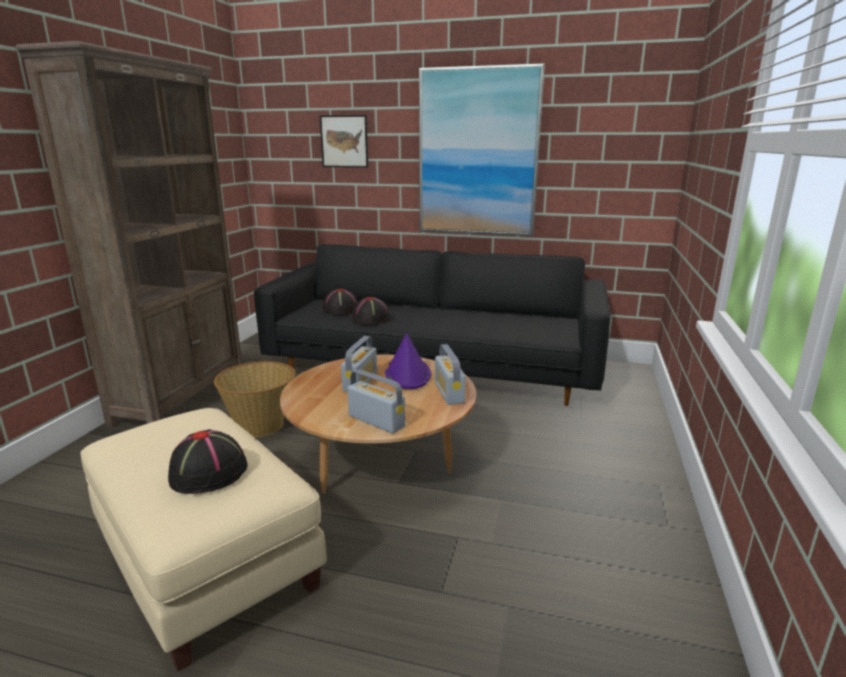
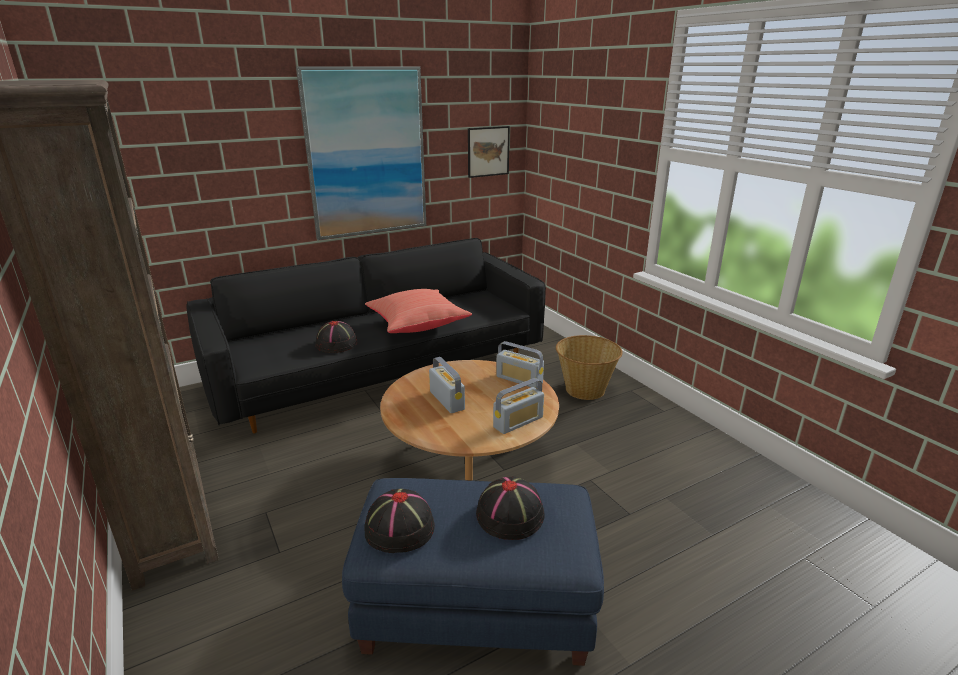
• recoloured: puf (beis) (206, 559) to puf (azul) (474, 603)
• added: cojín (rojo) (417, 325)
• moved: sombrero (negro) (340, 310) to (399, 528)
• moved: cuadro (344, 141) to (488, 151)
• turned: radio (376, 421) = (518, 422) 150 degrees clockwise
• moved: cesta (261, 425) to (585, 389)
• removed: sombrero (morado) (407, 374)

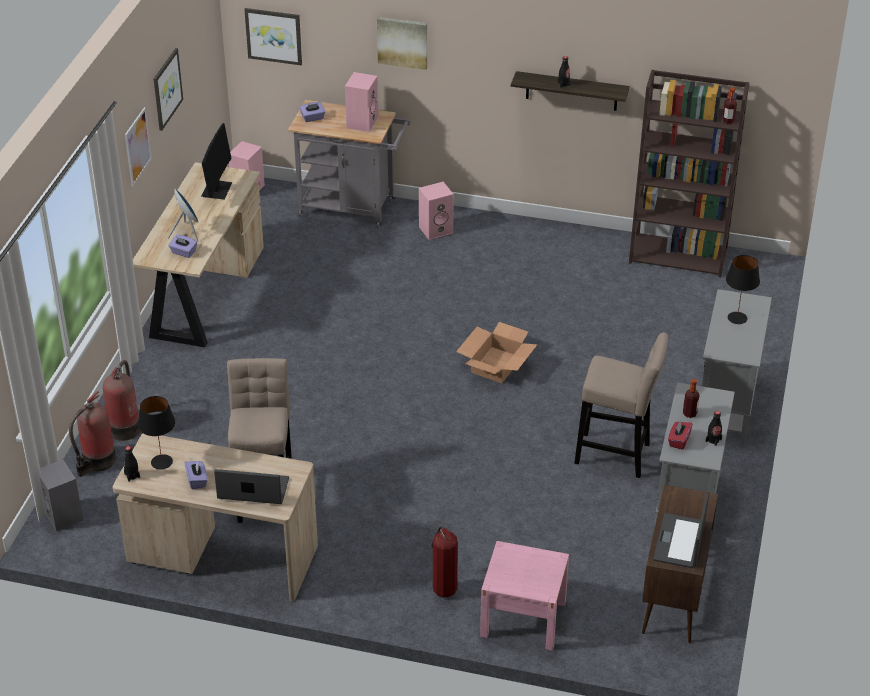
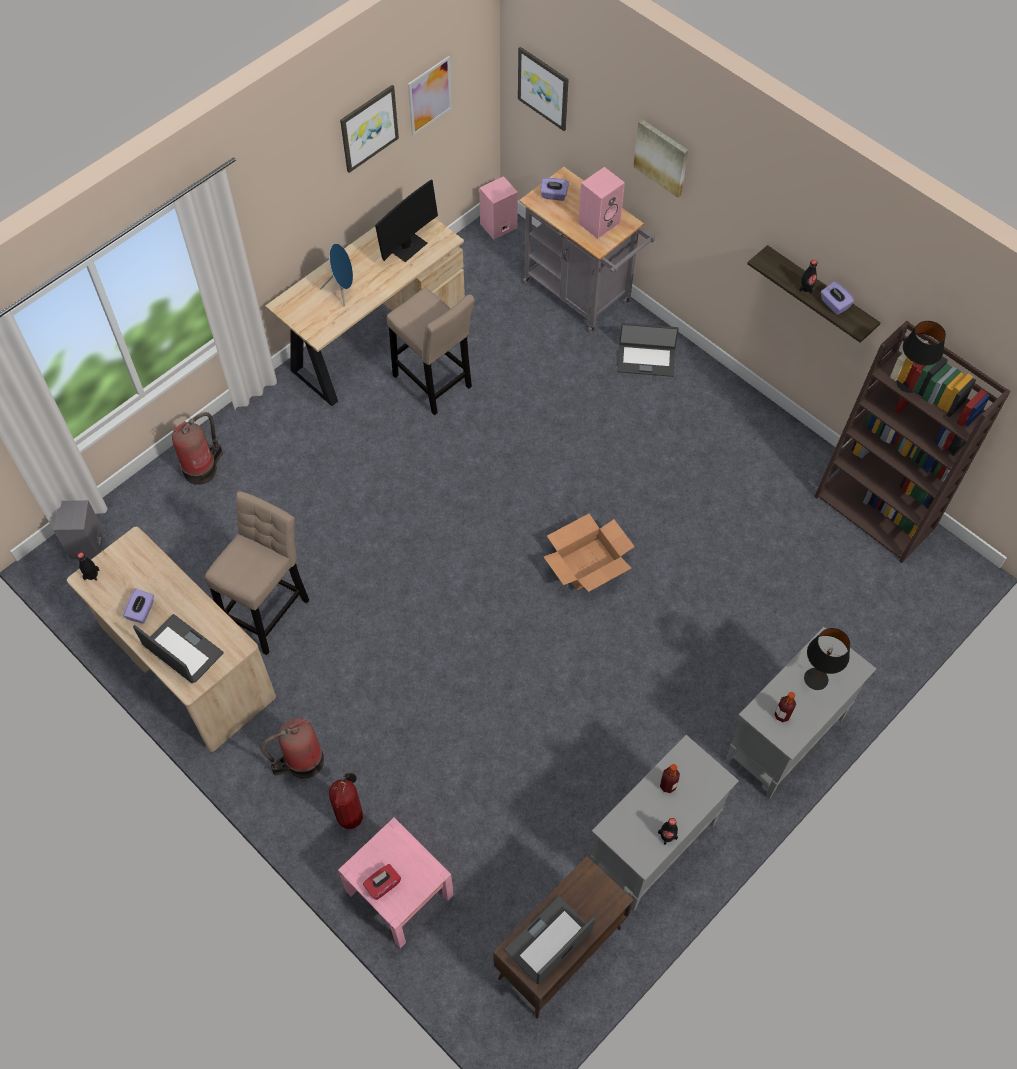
• moved: extintor (97, 461) to (301, 762)
• moved: caja de pañuelos (rojo) (679, 441) to (382, 885)
• moved: taburete (beis) (617, 455) to (434, 385)
• moved: cuadro (137, 146) to (429, 96)
• replaced: altavoz (rosa) (436, 229) to portátil (646, 360)
• moved: botella (728, 121) to (782, 715)
• moved: caja de pañuelos (morado) (183, 252) to (834, 304)
• moved: lámpara de mesa (negro) (162, 462) to (908, 383)

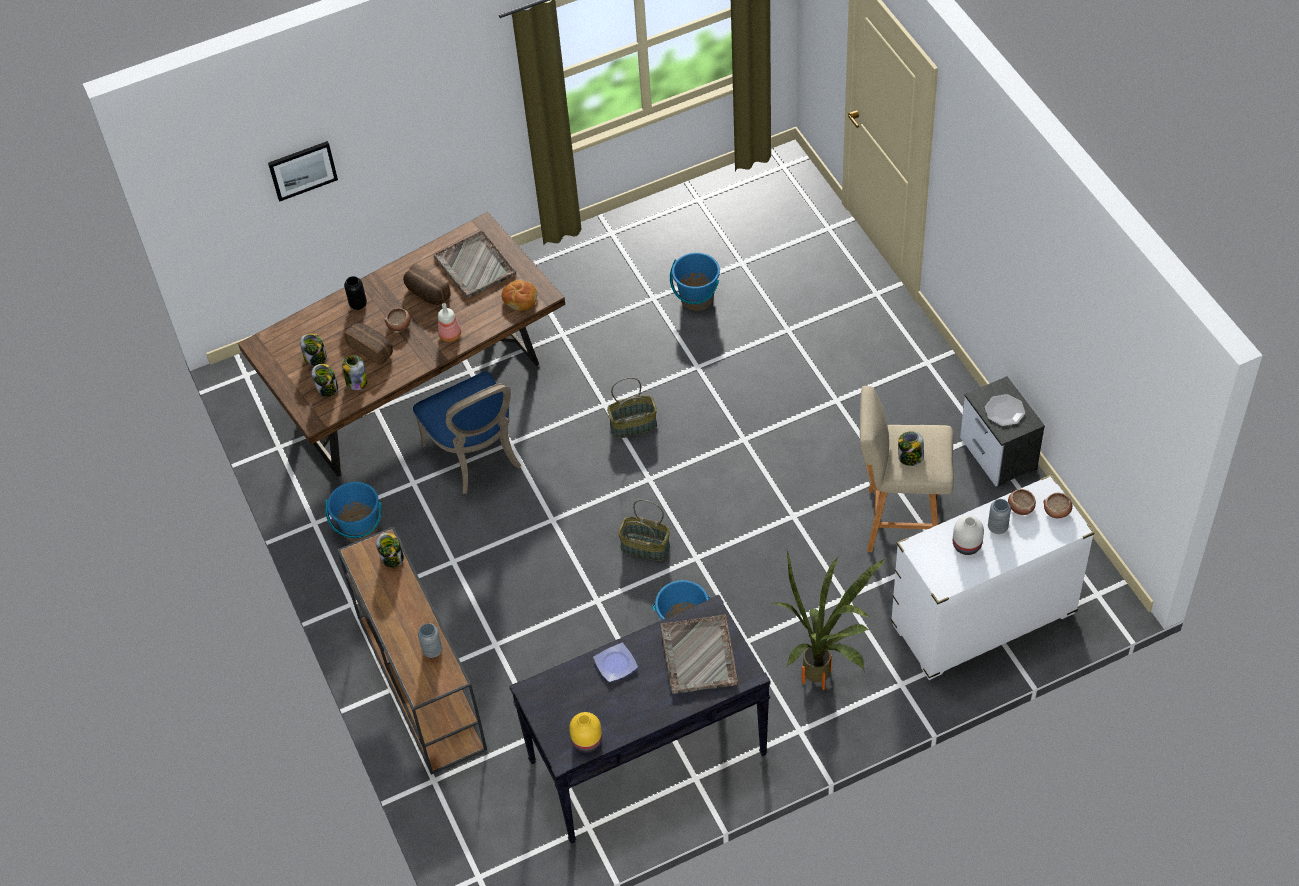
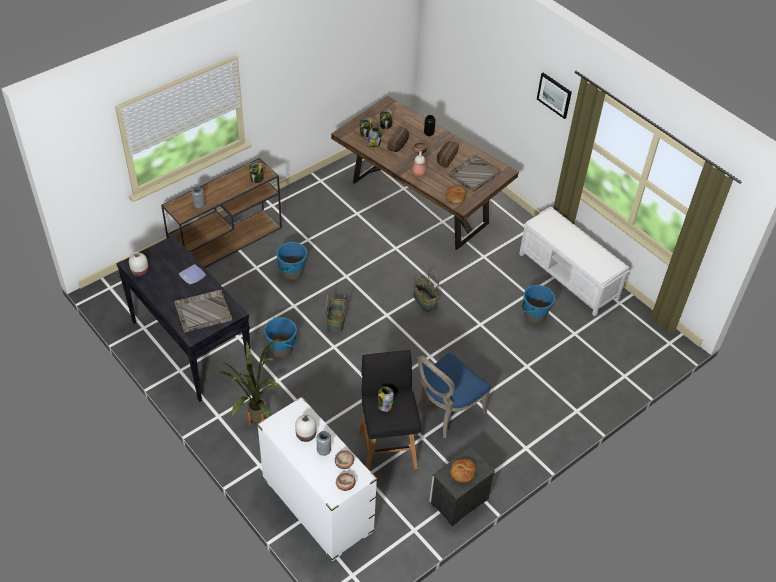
• recoloured: florero (amarillo) (587, 742) to florero (blanco) (139, 272)
• moved: cubo (azul) (360, 529) to (292, 272)
• recoloured: taburete (beis) (900, 521) to taburete (negro) (387, 448)
• moved: silla (azul) (476, 456) to (446, 411)
• replaced: plato (1004, 411) to pan (462, 472)
• added: banco (blanco) (569, 277)
• moved: cuadro (302, 170) to (554, 95)

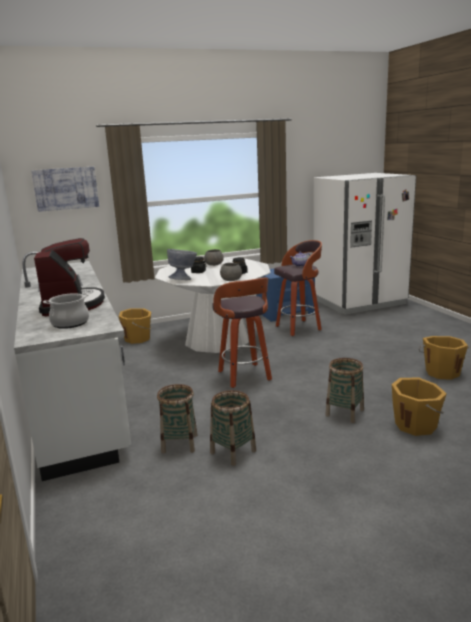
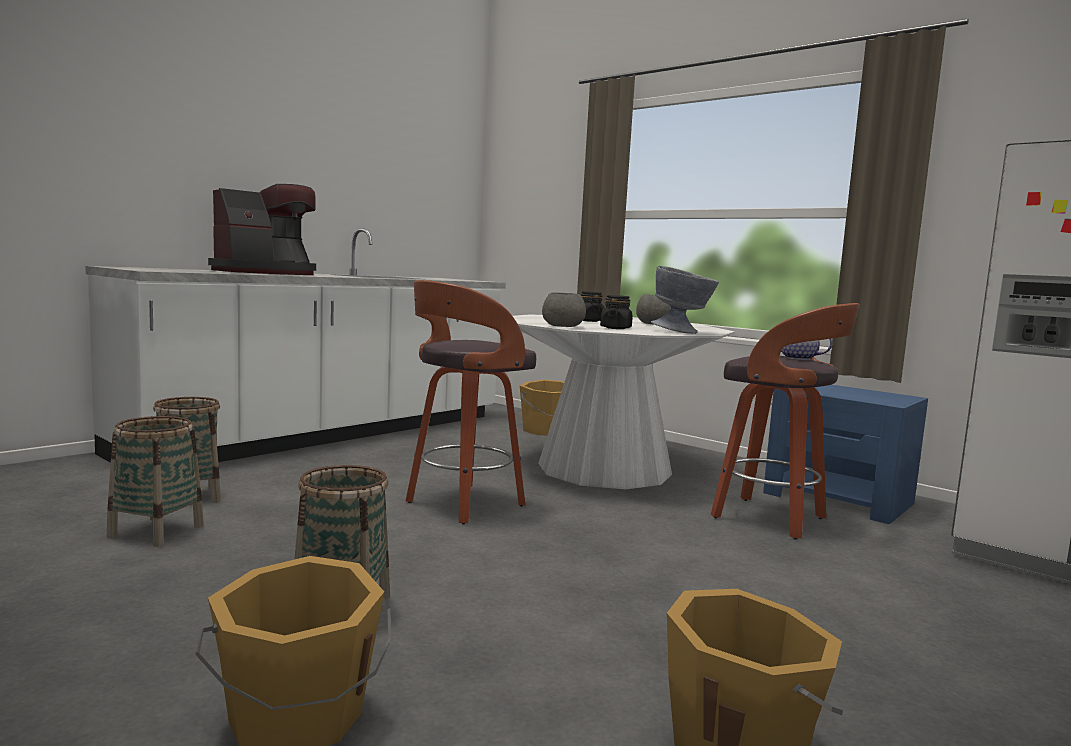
• moved: cuenco (gris) (184, 279) to (682, 332)
• removed: cuadro (66, 188)
• removed: olla (70, 323)

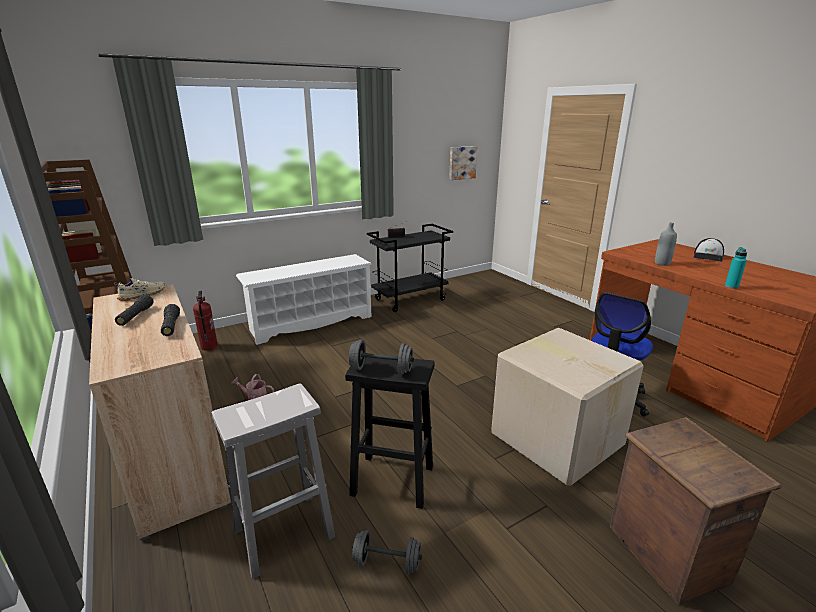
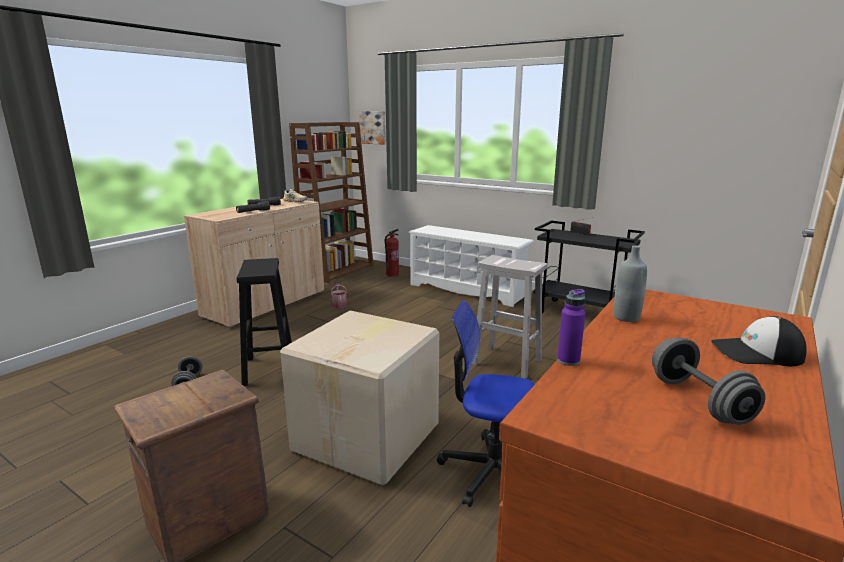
• moved: cuadro (462, 162) to (373, 127)
• moved: taburete (blanco) (285, 532) to (508, 362)
• recoloured: botella (turquesa) (731, 286) to botella (morado) (568, 360)
• moved: mancuerna (gris) (381, 369) to (699, 401)

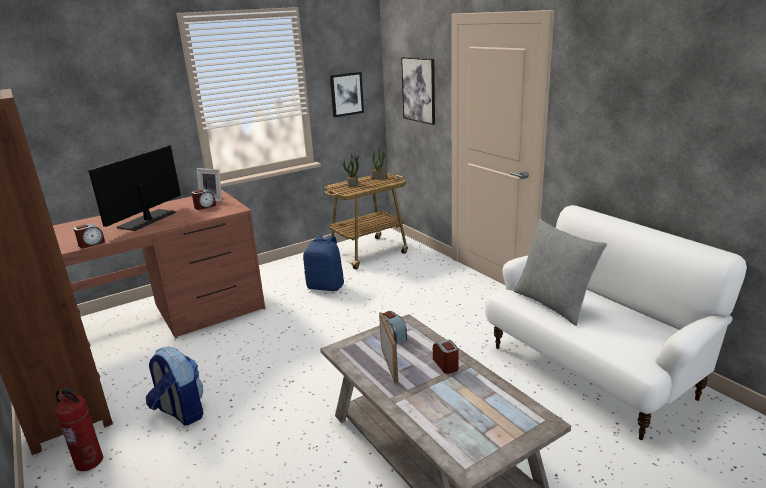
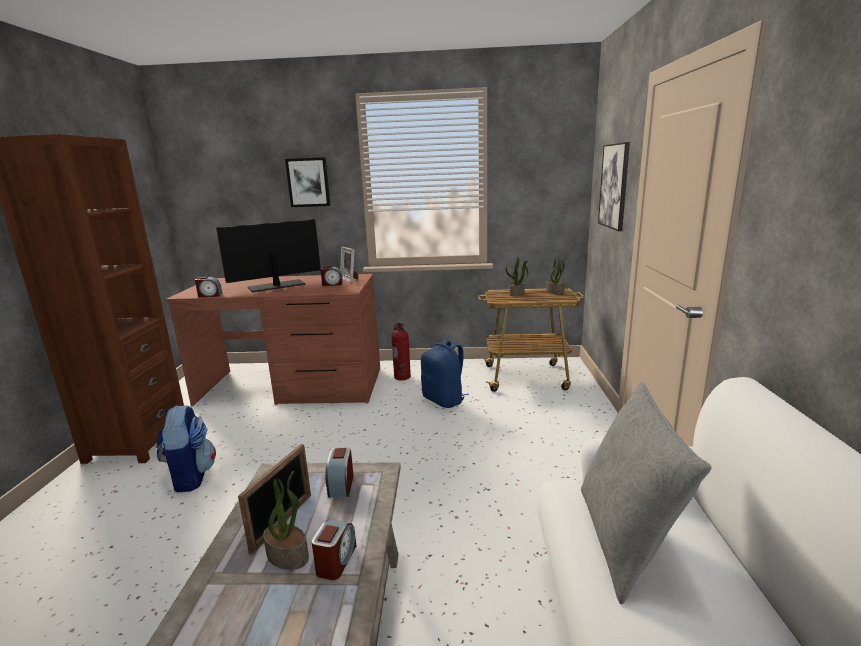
• added: planta en maceta (288, 555)
• moved: cuadro (346, 94) to (308, 182)
• moved: extintor (90, 461) to (402, 377)

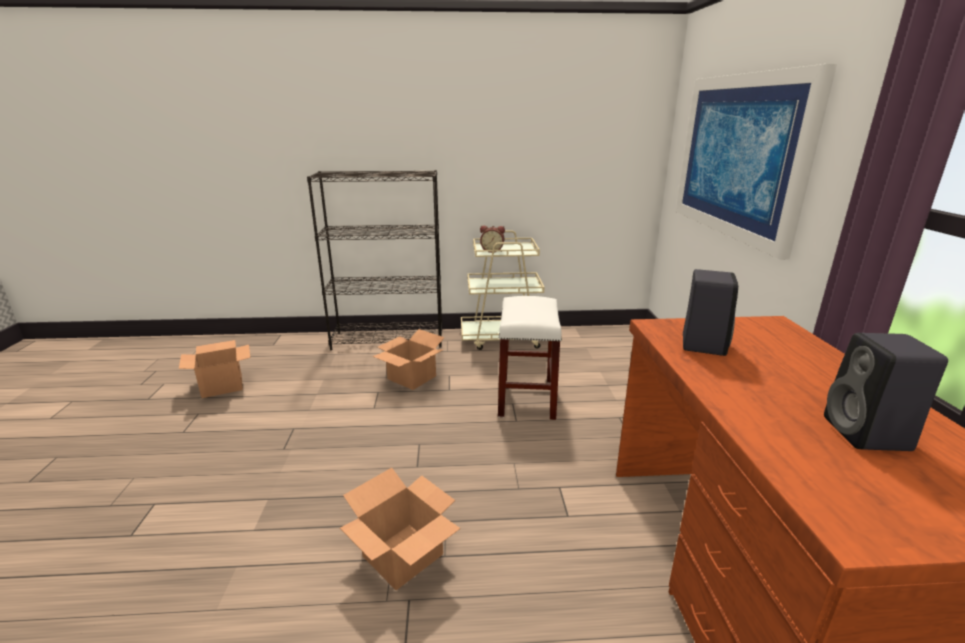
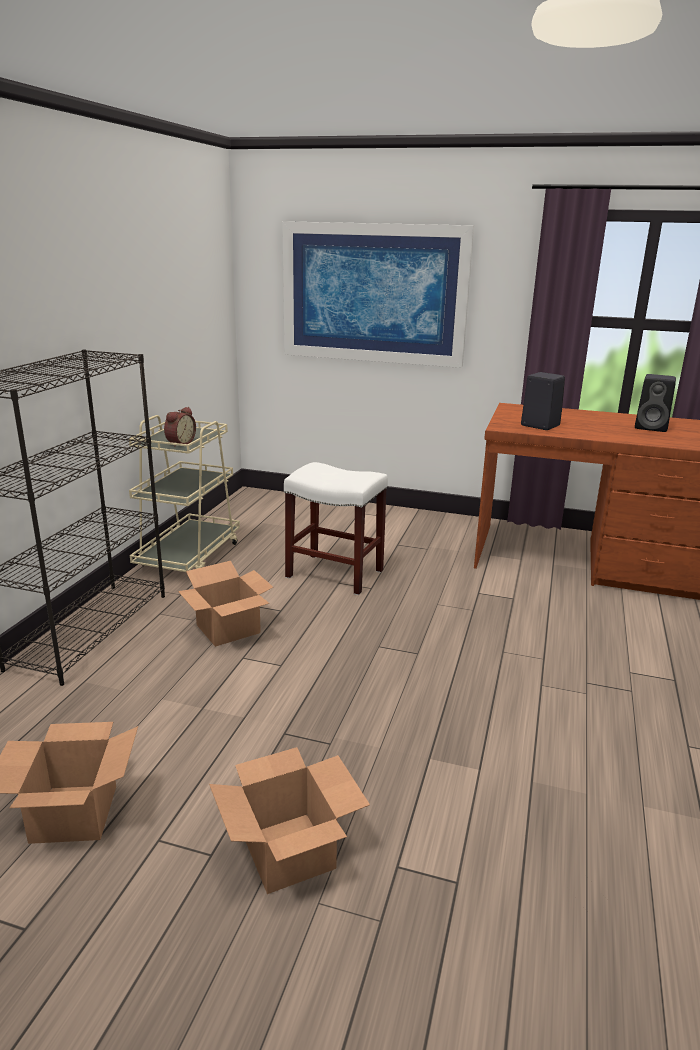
• moved: caja de cartón (403, 554) to (287, 851)

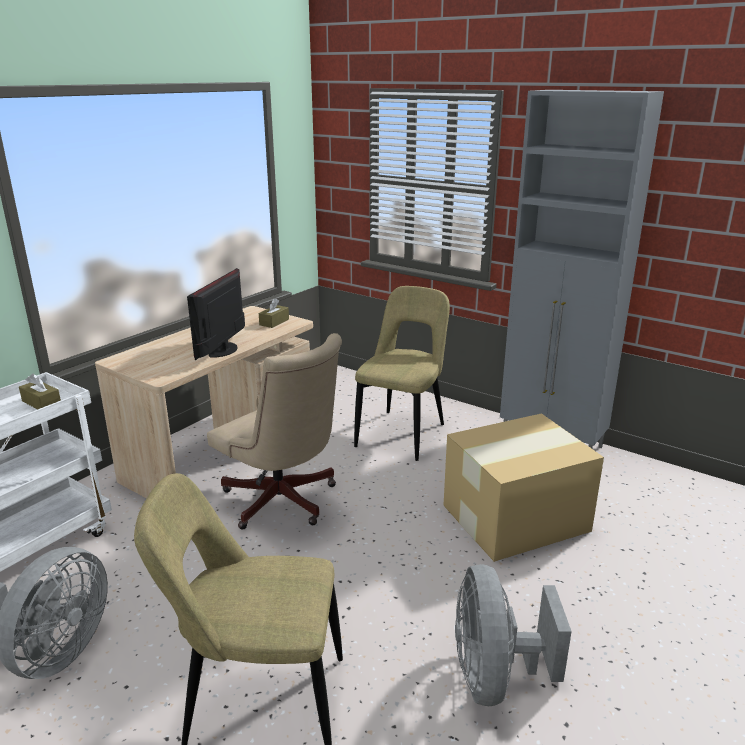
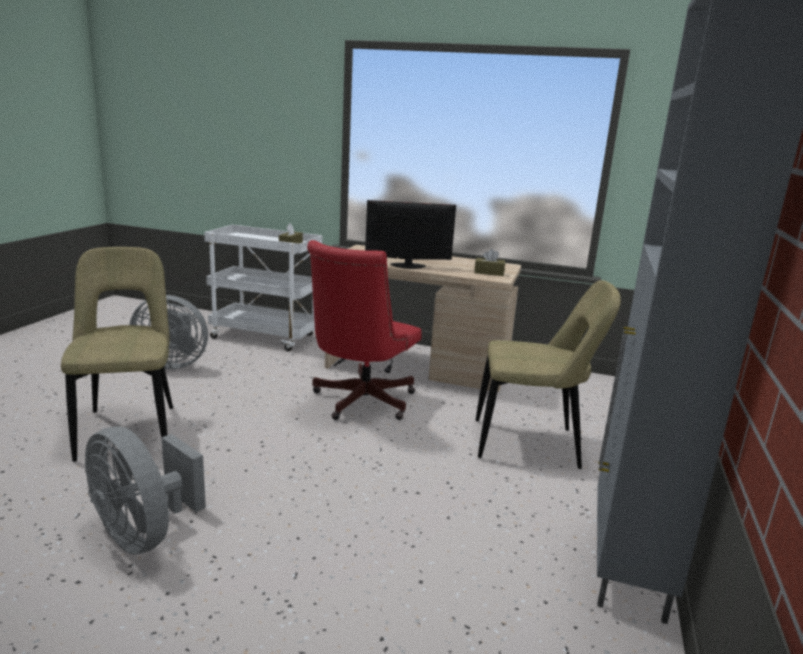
• turned: ventilador (gris) (495, 676) = (144, 533) 120 degrees counterclockwise
• recoloured: silla de oficina (beis) (283, 503) to silla de oficina (rojo) (359, 402)
• removed: caja de cartón (517, 518)

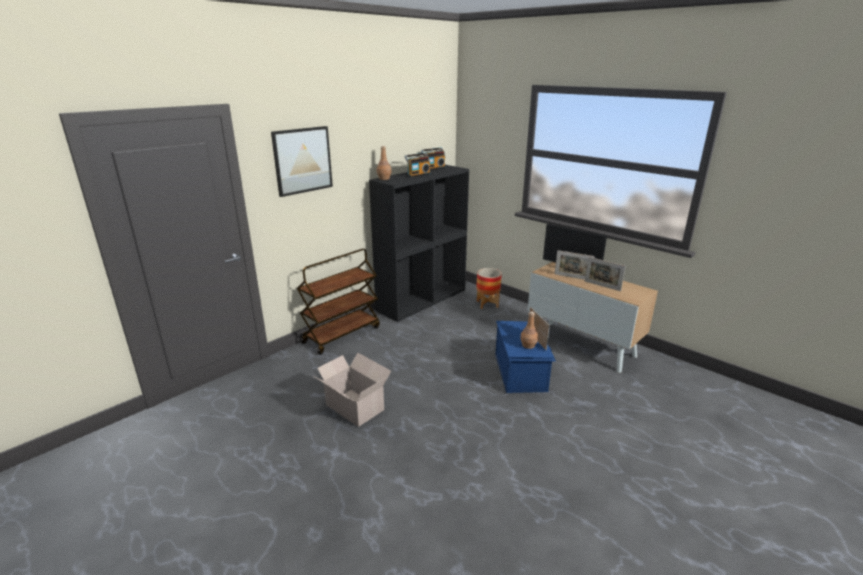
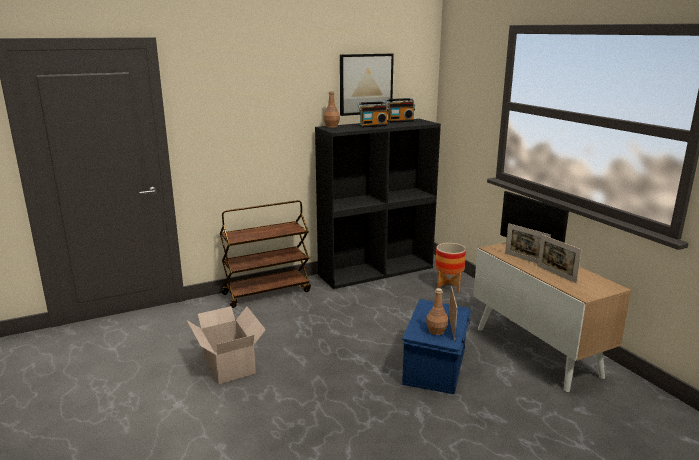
• moved: cuadro (302, 160) to (366, 84)

